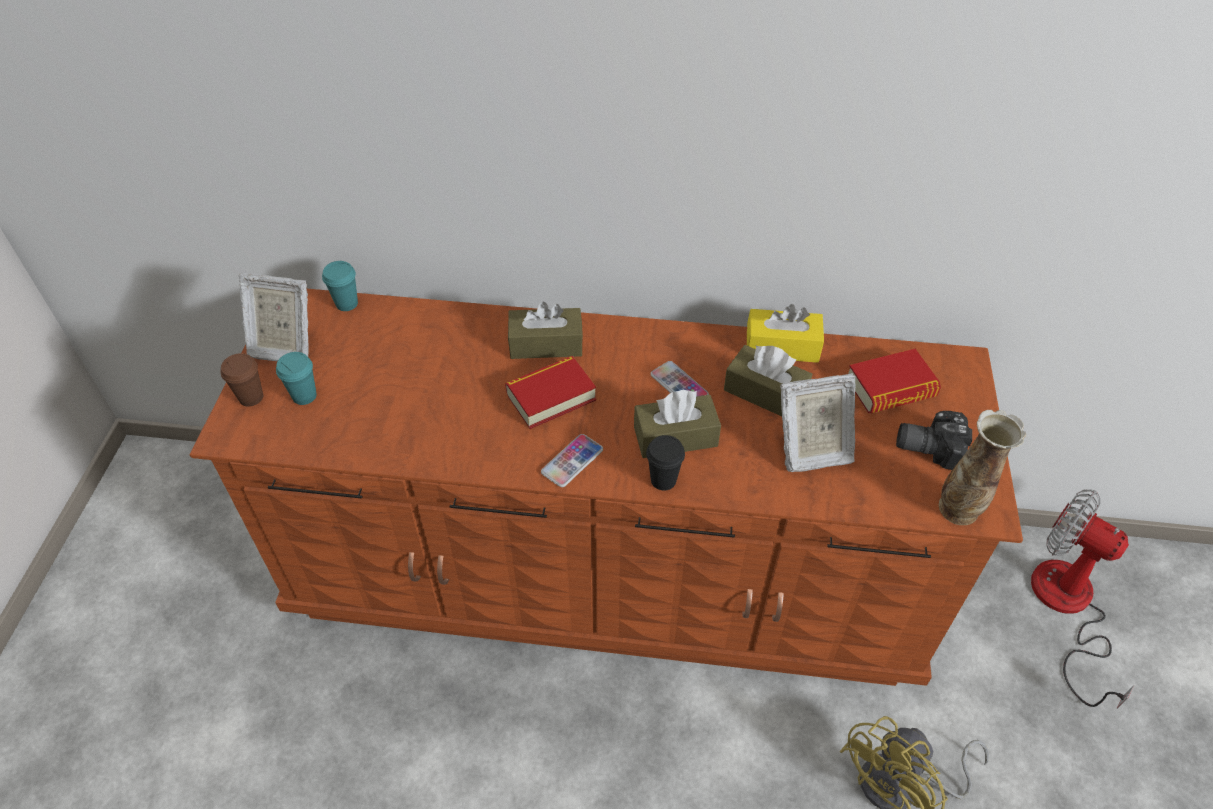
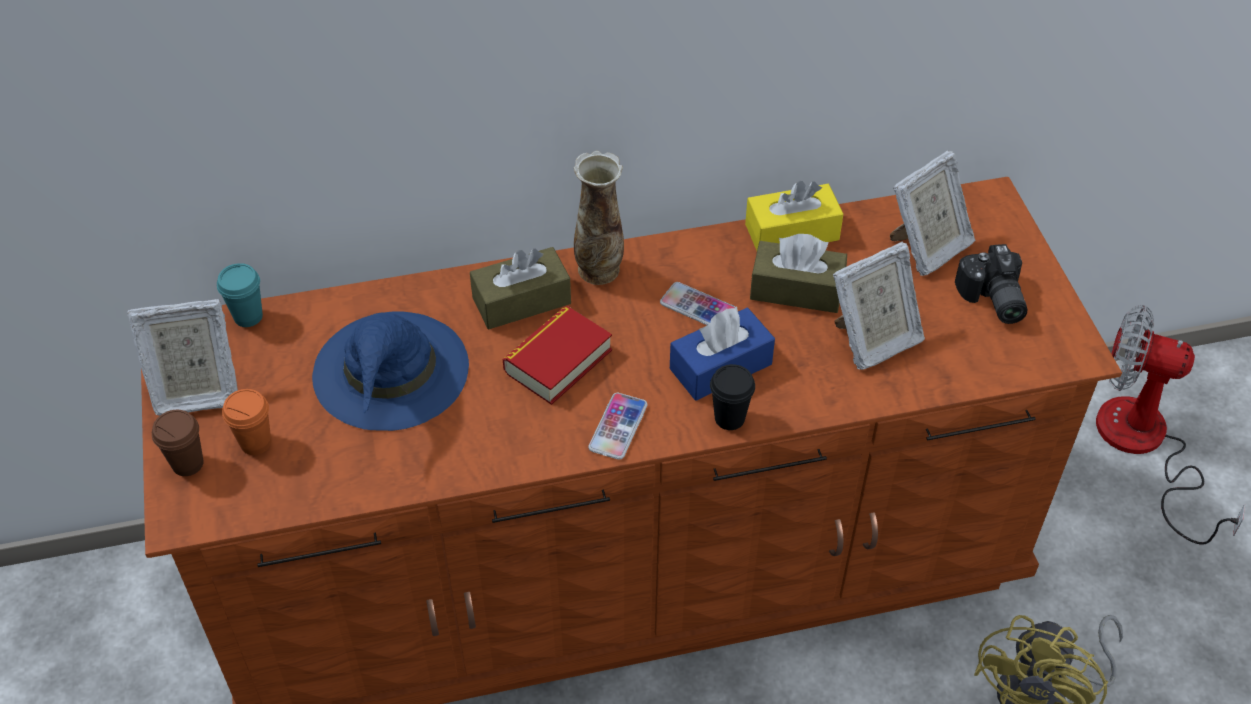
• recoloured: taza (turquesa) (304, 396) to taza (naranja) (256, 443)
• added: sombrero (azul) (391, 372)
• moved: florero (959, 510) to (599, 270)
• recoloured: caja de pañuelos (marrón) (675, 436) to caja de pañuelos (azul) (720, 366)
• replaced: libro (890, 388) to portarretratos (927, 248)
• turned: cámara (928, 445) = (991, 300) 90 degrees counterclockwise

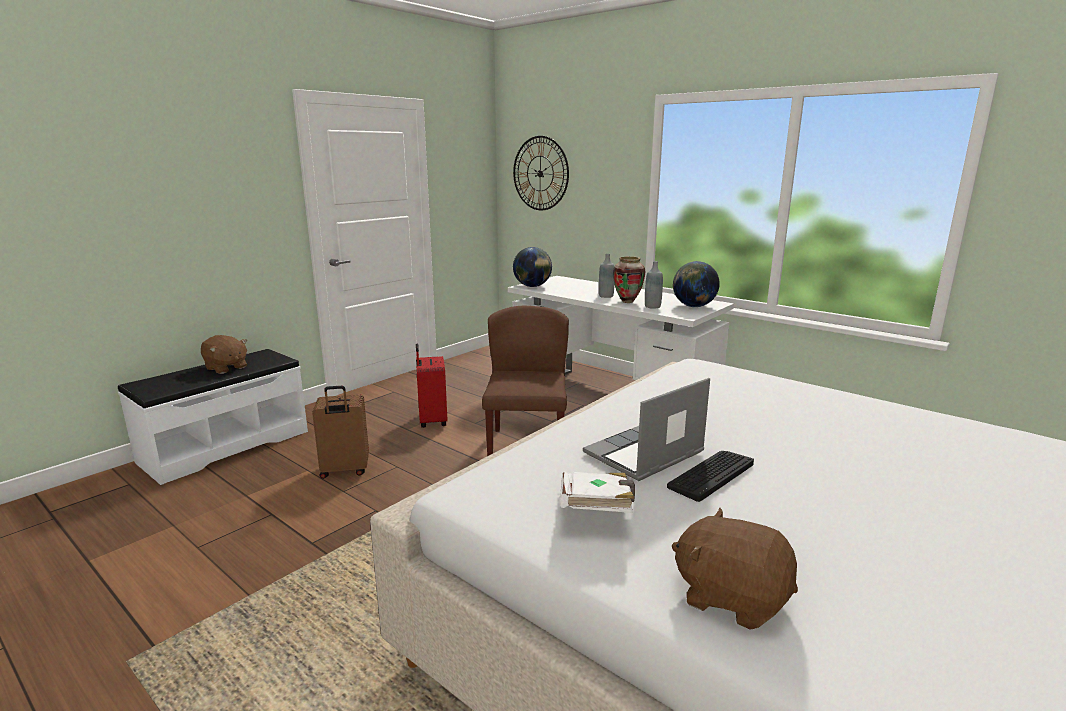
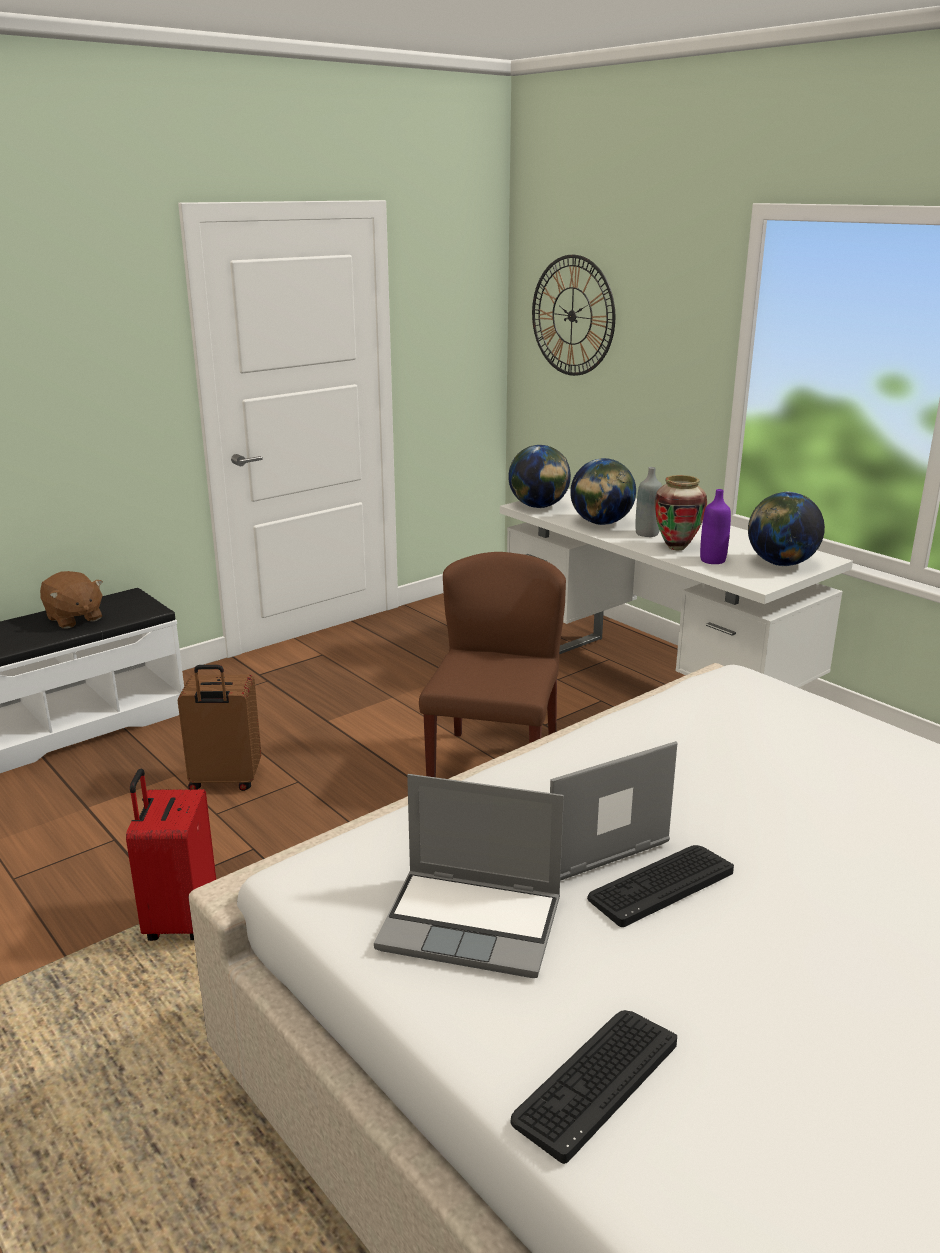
• moved: maleta (rojo) (432, 421) to (179, 920)
• replaced: libro (blanco) (596, 510) to portátil (473, 924)
• replaced: peluche (marrón) (731, 597) to teclado (595, 1081)
• added: globo terráqueo (601, 523)
• recoloured: botella (gris) (652, 306) to botella (morado) (712, 560)

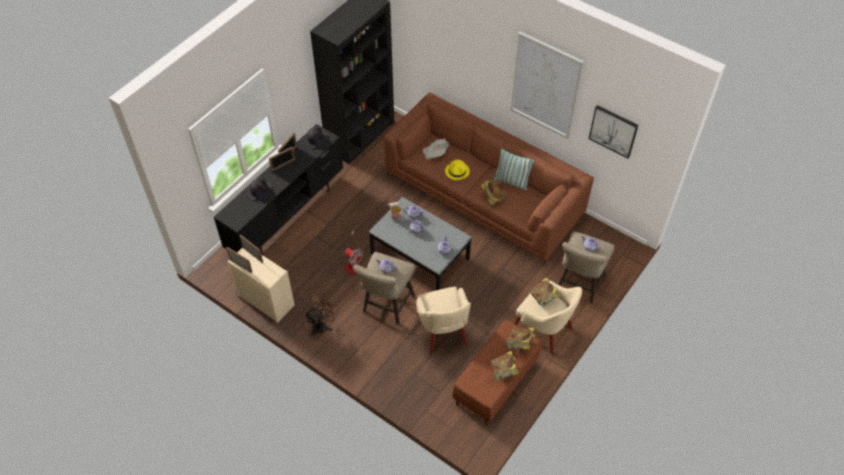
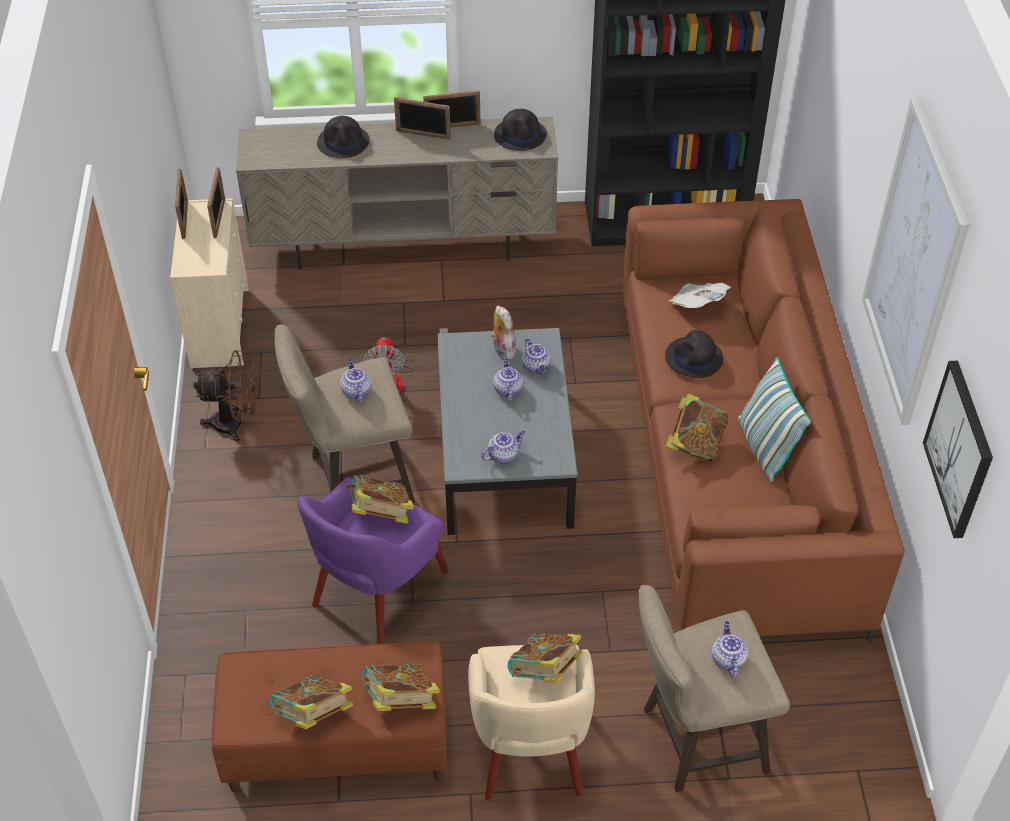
• recoloured: mueble de televisión (negro) (287, 216) to mueble de televisión (beis) (405, 246)
• recoloured: sillón (beis) (442, 331) to sillón (morado) (376, 590)
• added: libro (380, 514)
• recoloured: sombrero (amarillo) (457, 171) to sombrero (negro) (694, 358)

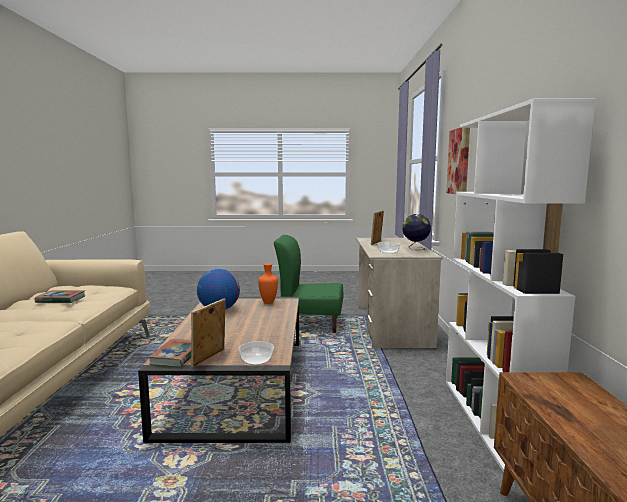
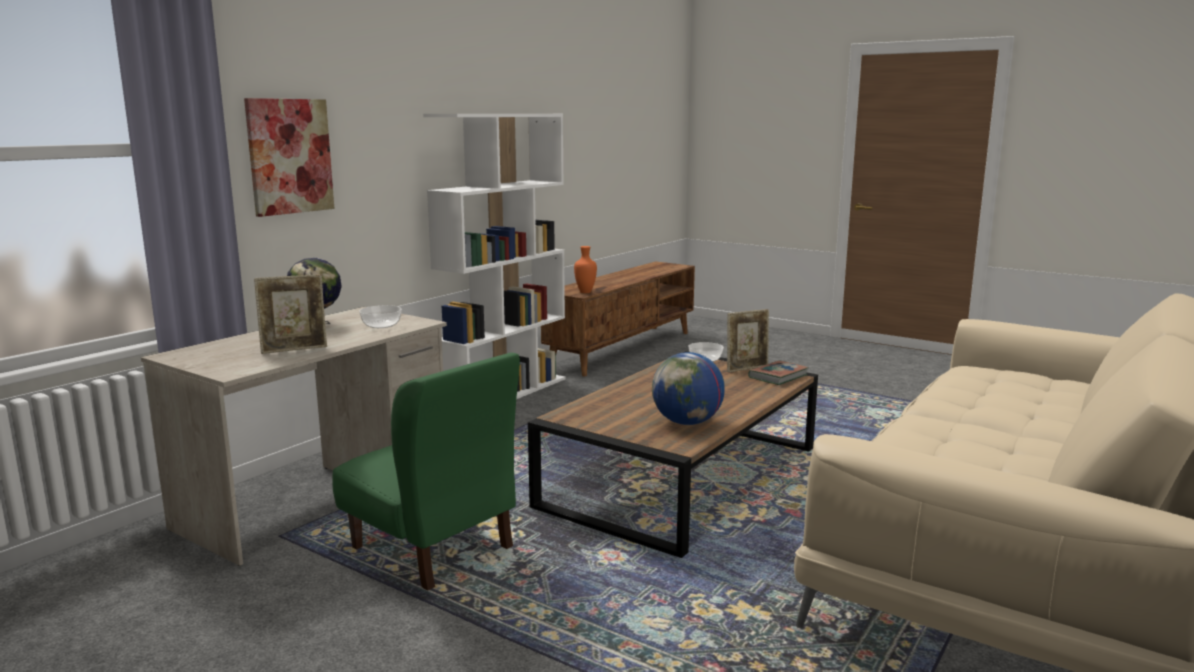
• moved: florero (naranja) (269, 303) to (585, 292)
• removed: libro (61, 299)

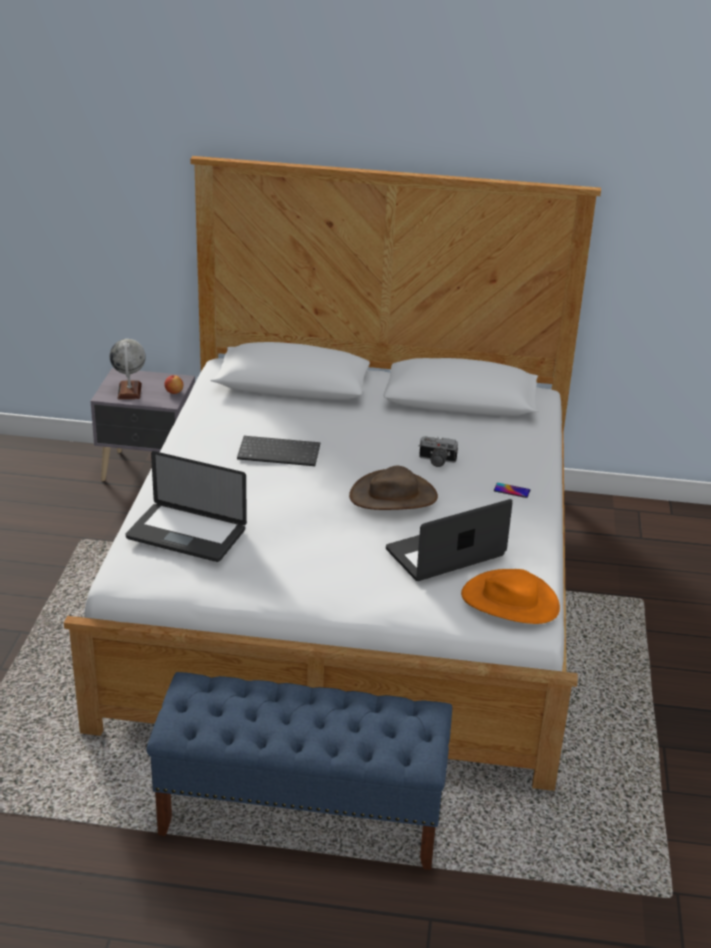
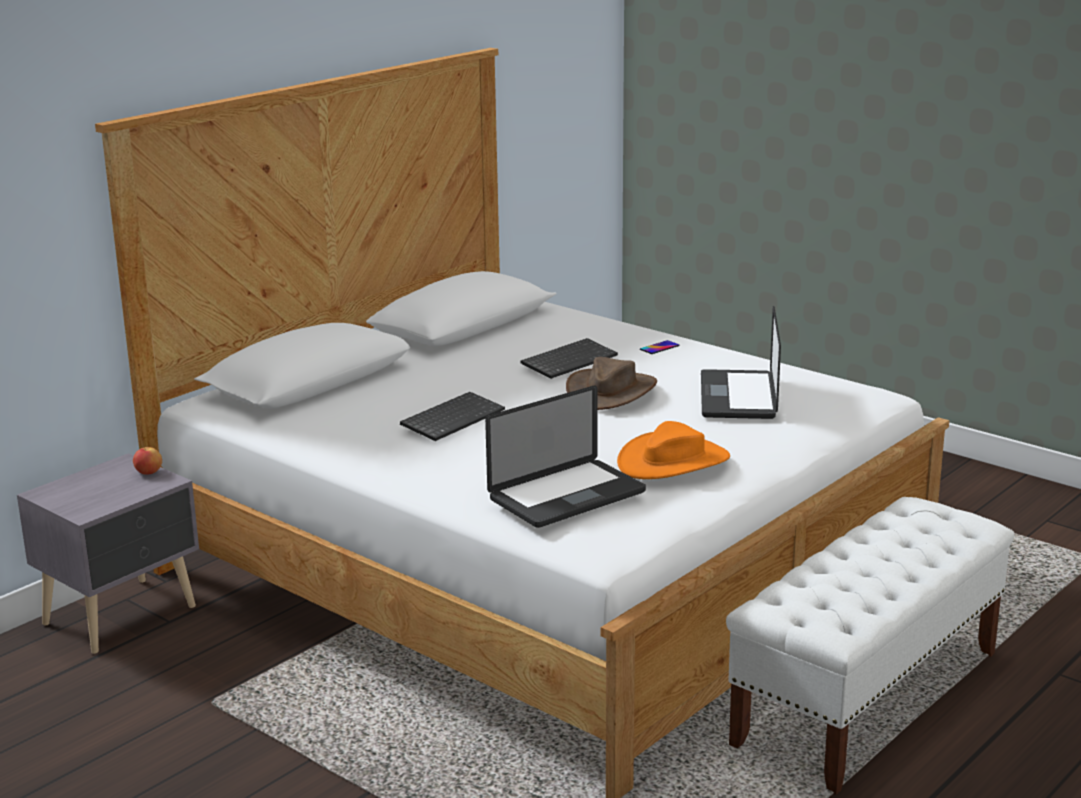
• replaced: cámara (436, 461) to teclado (569, 360)
• moved: sombrero (naranja) (510, 601) to (673, 461)
• recoloured: banco (azul) (302, 814) to banco (blanco) (868, 697)
• removed: globo terráqueo (129, 391)

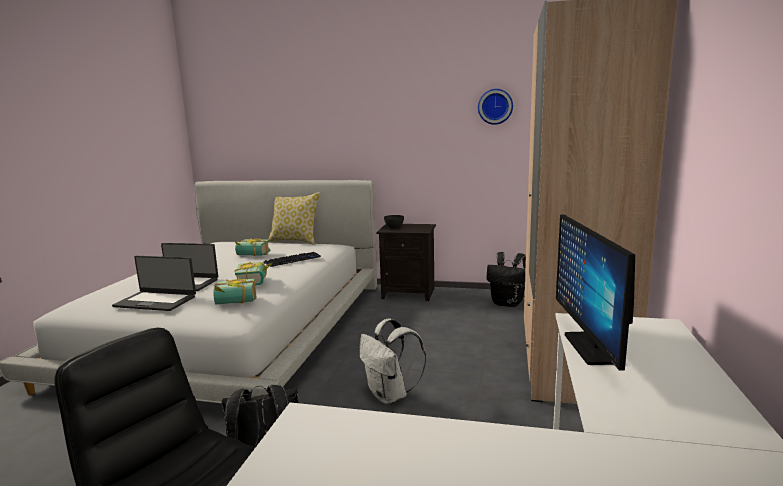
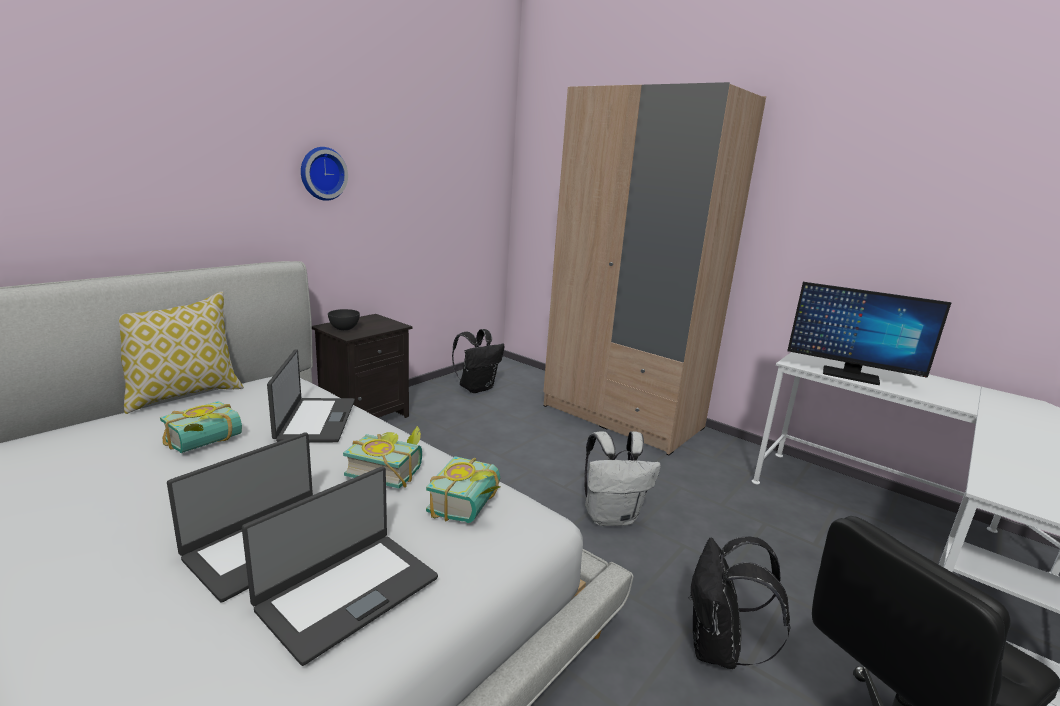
• replaced: teclado (292, 260) to portátil (315, 420)
• moved: reloj de pared (495, 106) to (322, 173)

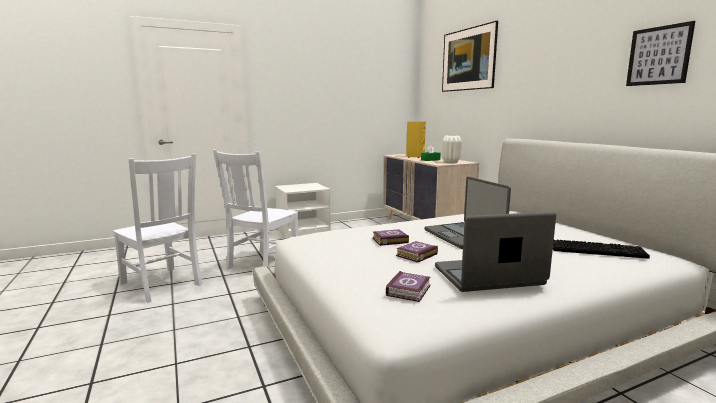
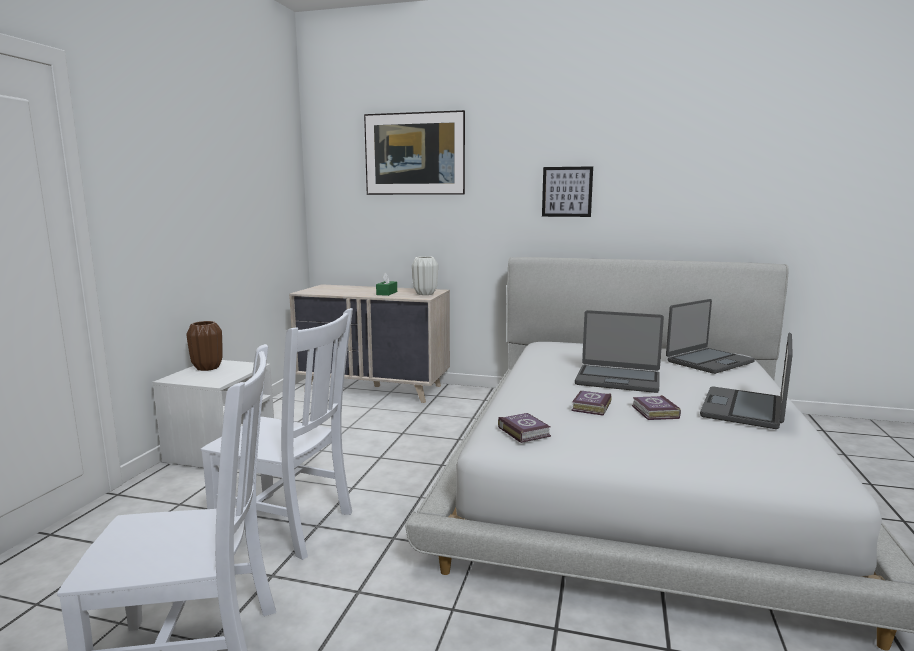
• added: florero (marrón) (207, 368)
• turned: silla (blanco) (262, 263) = (287, 525) 45 degrees counterclockwise
• moved: libro (410, 290) to (524, 431)
• moved: cuadro (658, 55) to (567, 192)
• replaced: teclado (597, 250) to portátil (708, 361)
• removed: altavoz (amarillo) (415, 157)

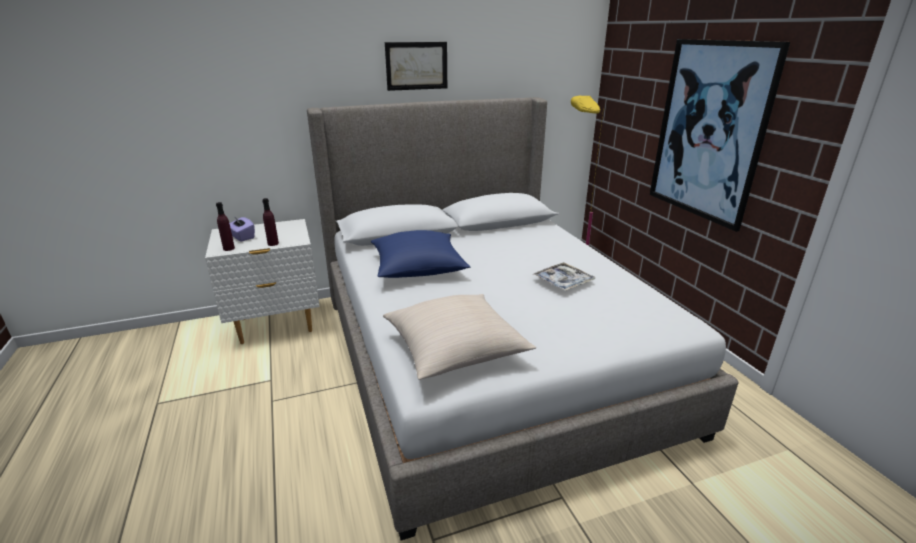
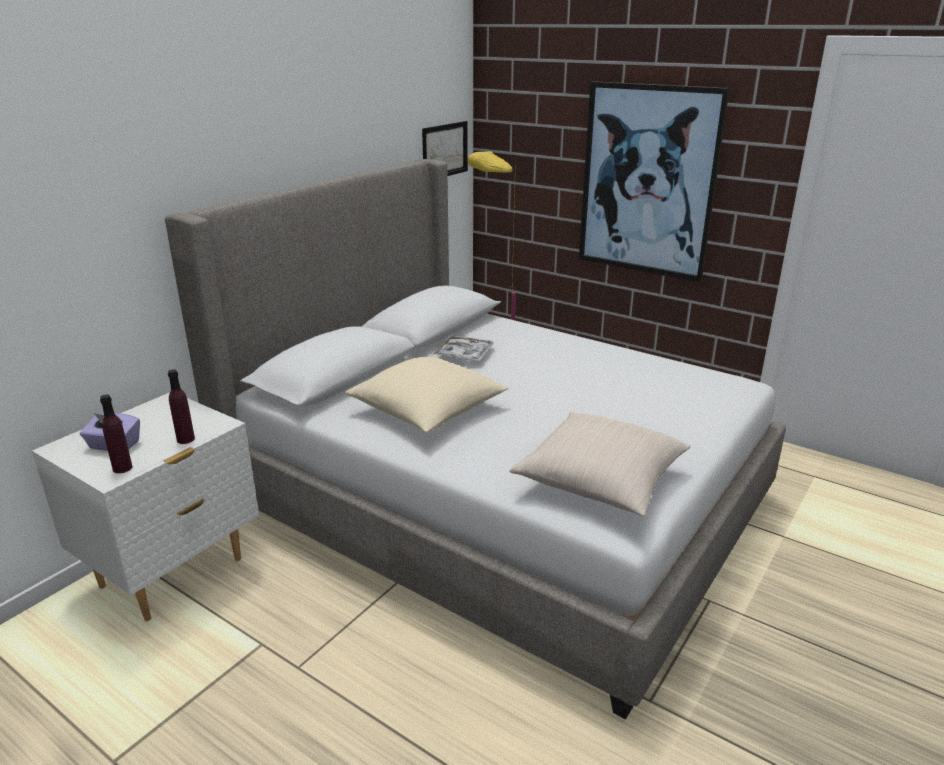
• recoloured: cojín (azul) (418, 268) to cojín (beis) (427, 410)
• moved: cuadro (416, 66) to (445, 150)
• moved: bandeja (563, 282) to (464, 354)

